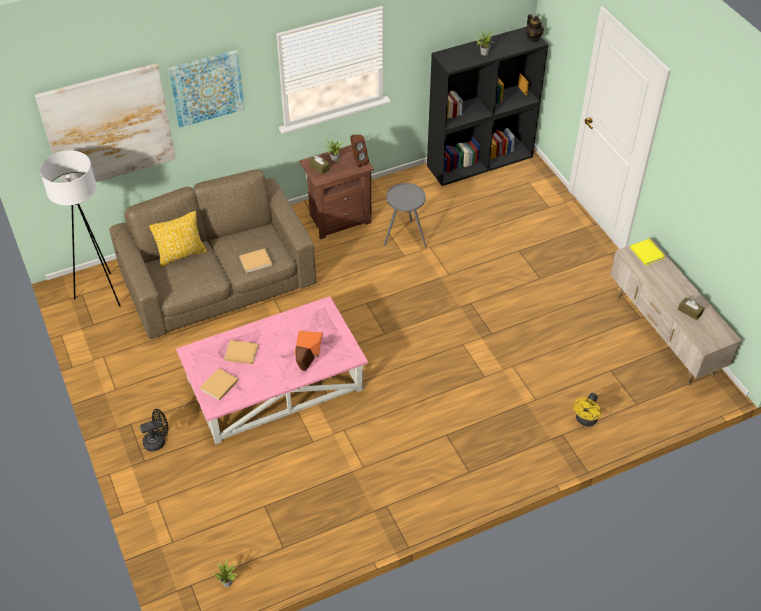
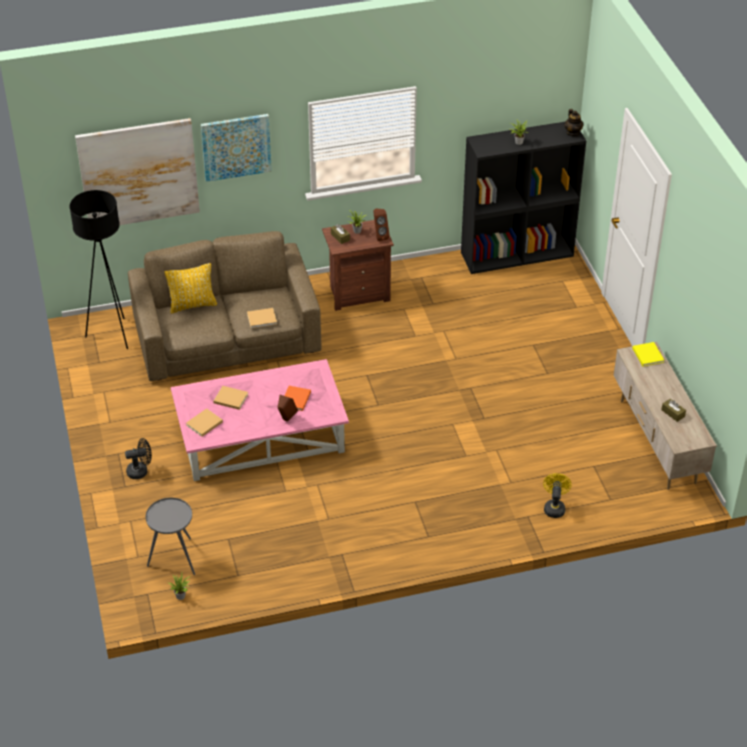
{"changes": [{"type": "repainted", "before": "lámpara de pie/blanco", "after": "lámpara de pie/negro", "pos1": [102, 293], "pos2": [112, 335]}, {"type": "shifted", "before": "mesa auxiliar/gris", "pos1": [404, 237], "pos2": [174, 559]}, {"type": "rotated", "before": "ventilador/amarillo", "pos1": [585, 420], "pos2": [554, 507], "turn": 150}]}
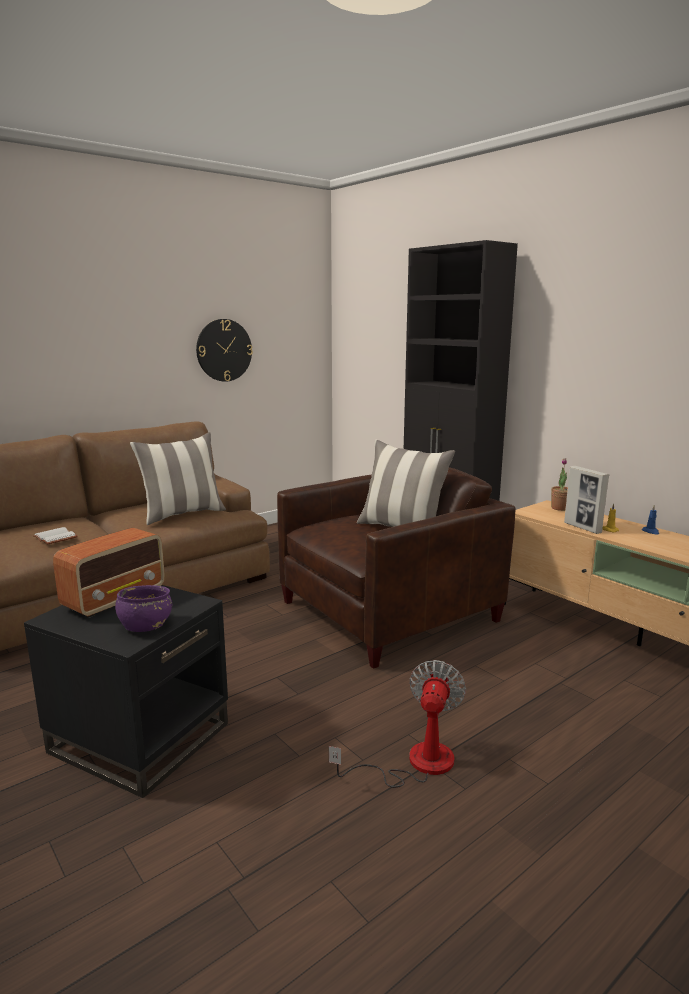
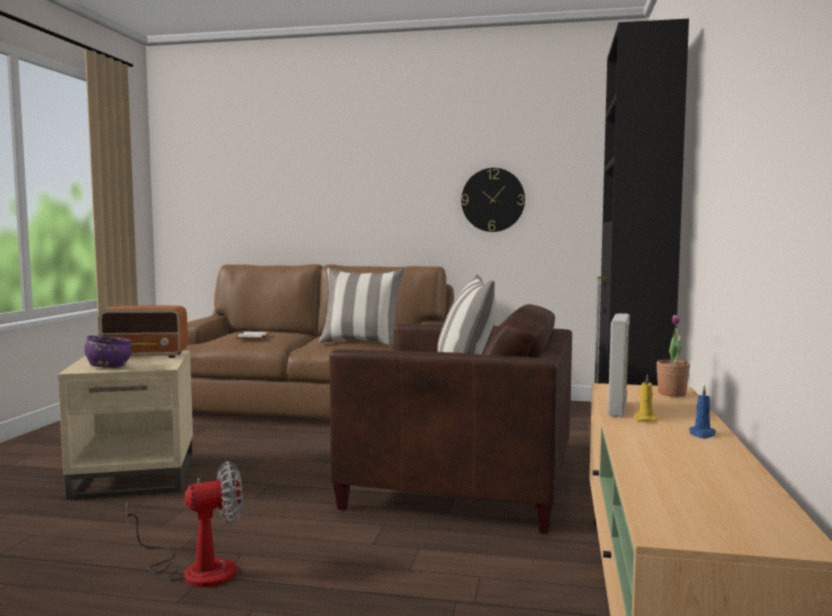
{"changes": [{"type": "repainted", "before": "mesa auxiliar/negro", "after": "mesa auxiliar/beis", "pos1": [141, 737], "pos2": [136, 476]}]}
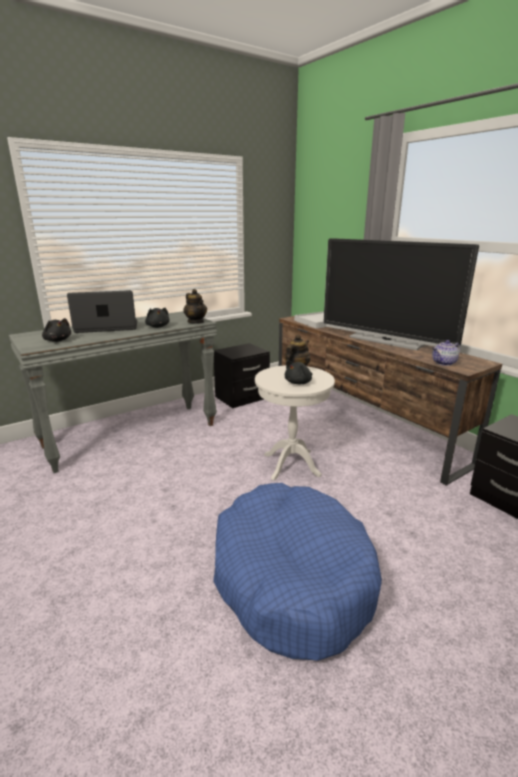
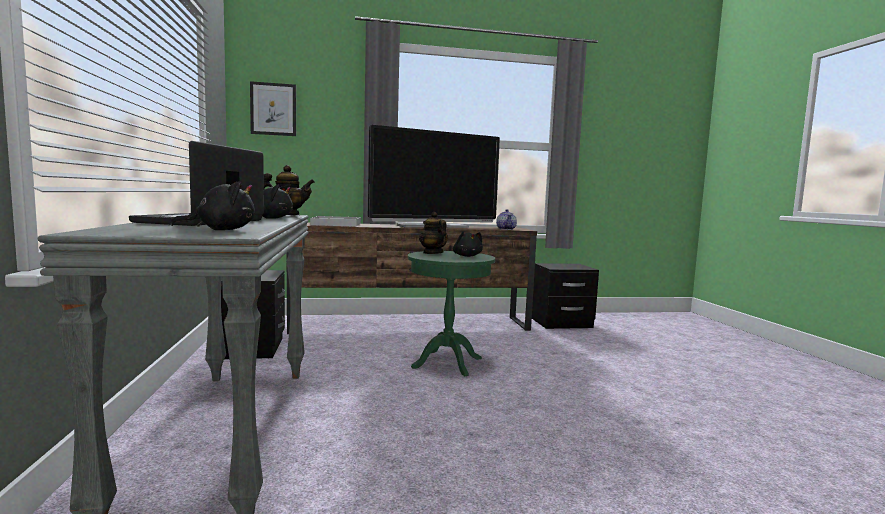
{"changes": [{"type": "gone", "before": "cama para perro/azul", "pos1": [291, 577]}, {"type": "repainted", "before": "mesa auxiliar/blanco", "after": "mesa auxiliar/verde", "pos1": [291, 465], "pos2": [447, 363]}, {"type": "new", "after": "cuadro", "pos2": [273, 109]}]}
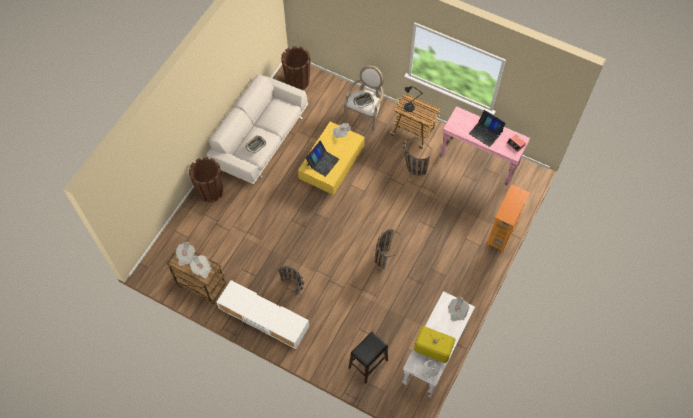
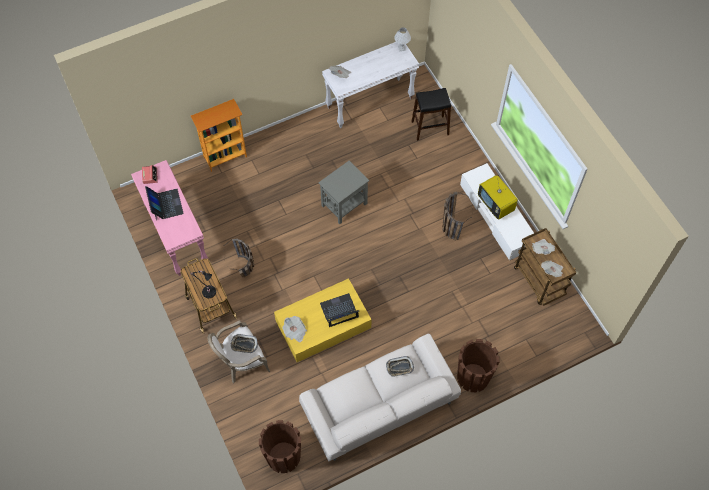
{"changes": [{"type": "swapped", "before": "cesta", "after": "mesa auxiliar/gris", "pos1": [384, 255], "pos2": [344, 204]}, {"type": "shifted", "before": "televisor", "pos1": [432, 349], "pos2": [496, 205]}]}
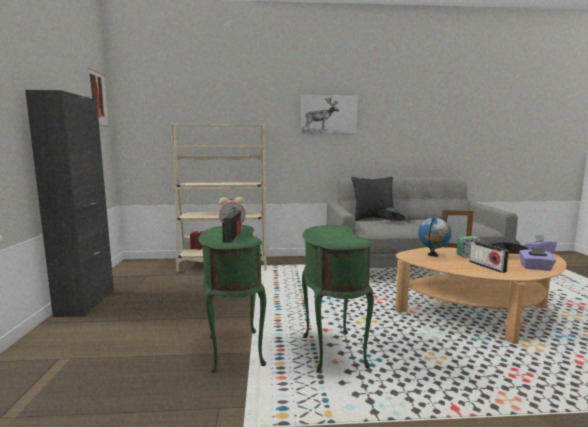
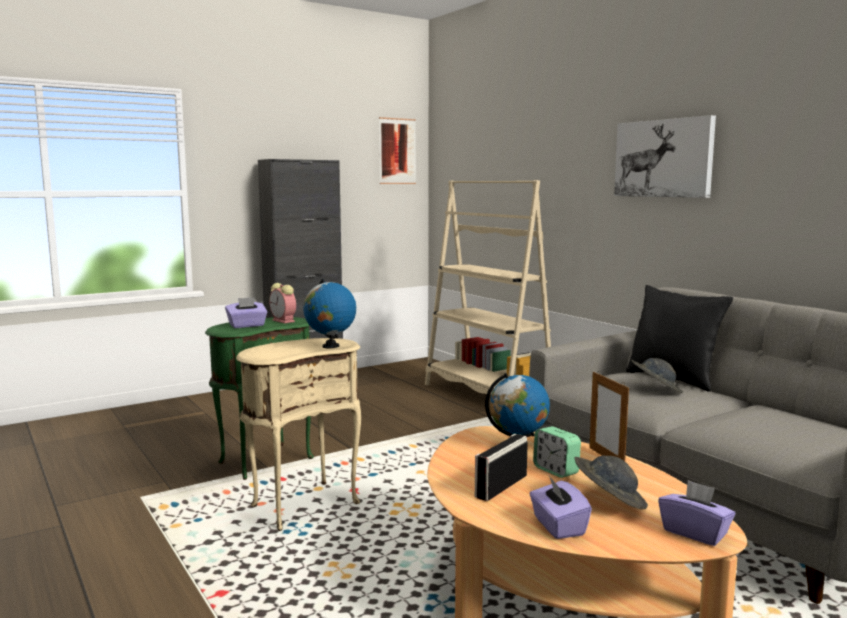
{"changes": [{"type": "swapped", "before": "radio", "after": "caja de pañuelos/morado", "pos1": [232, 236], "pos2": [247, 325]}, {"type": "repainted", "before": "mesa auxiliar/verde", "after": "mesa auxiliar/beis", "pos1": [331, 351], "pos2": [302, 504]}, {"type": "new", "after": "globo terráqueo", "pos2": [330, 346]}]}
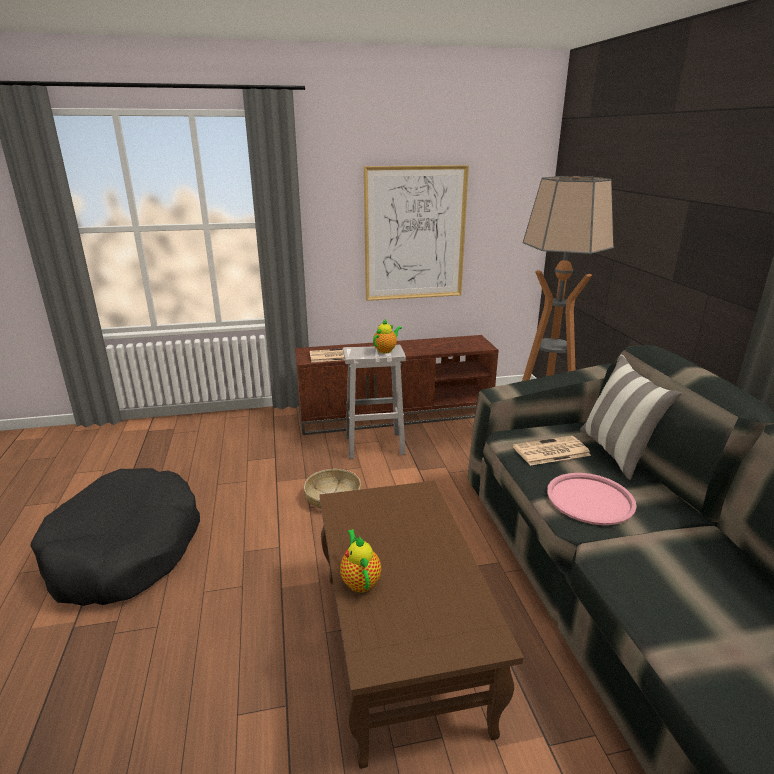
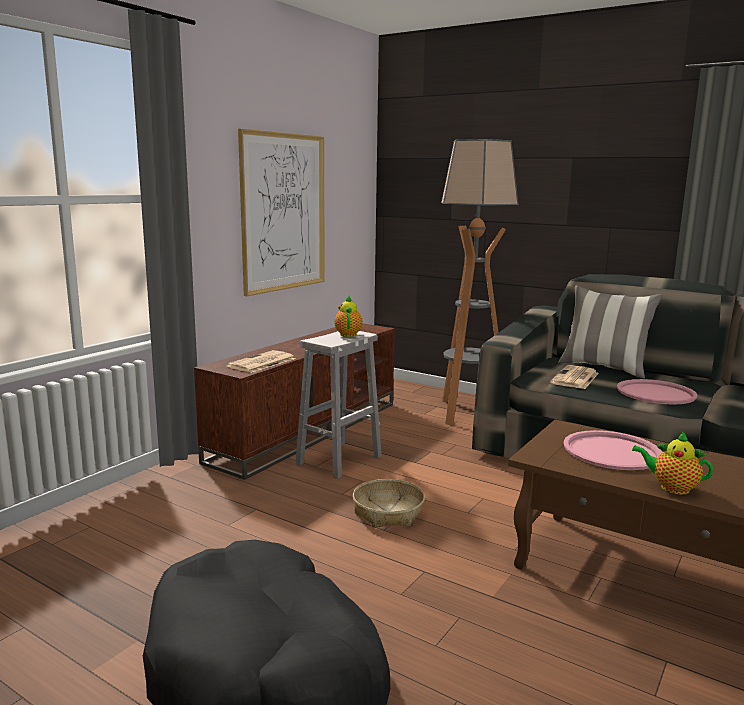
{"changes": [{"type": "new", "after": "bandeja/rosa", "pos2": [612, 451]}]}
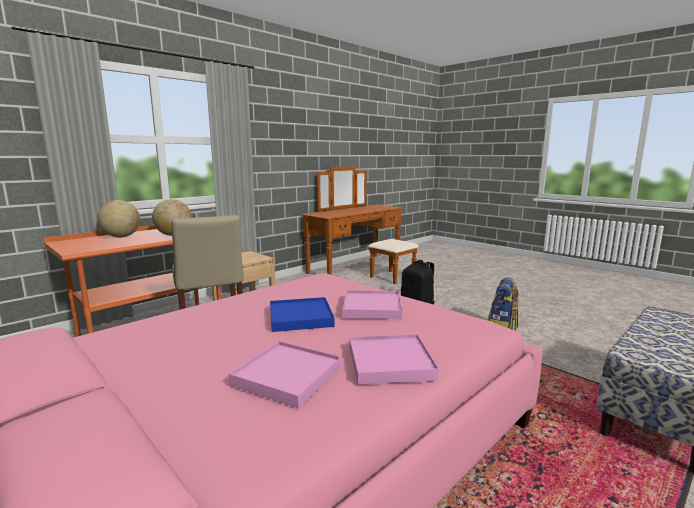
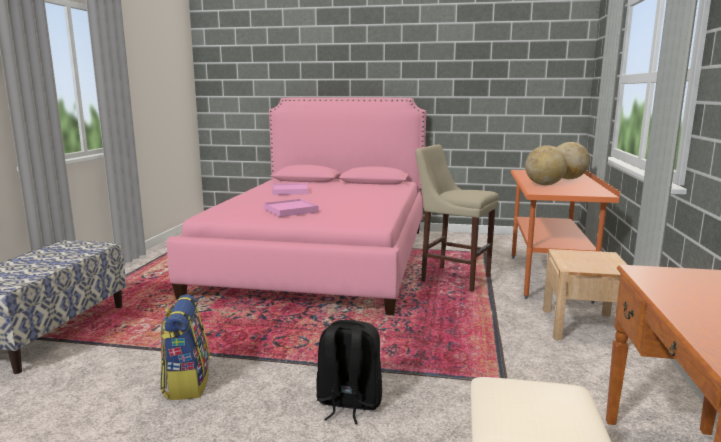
{"changes": [{"type": "gone", "before": "bandeja/azul", "pos1": [300, 317]}, {"type": "gone", "before": "bandeja/rosa", "pos1": [390, 362]}]}
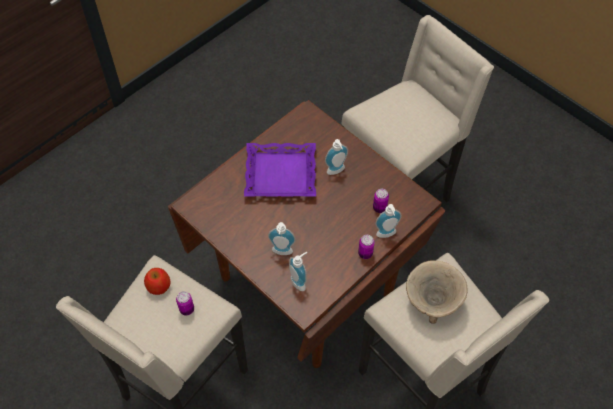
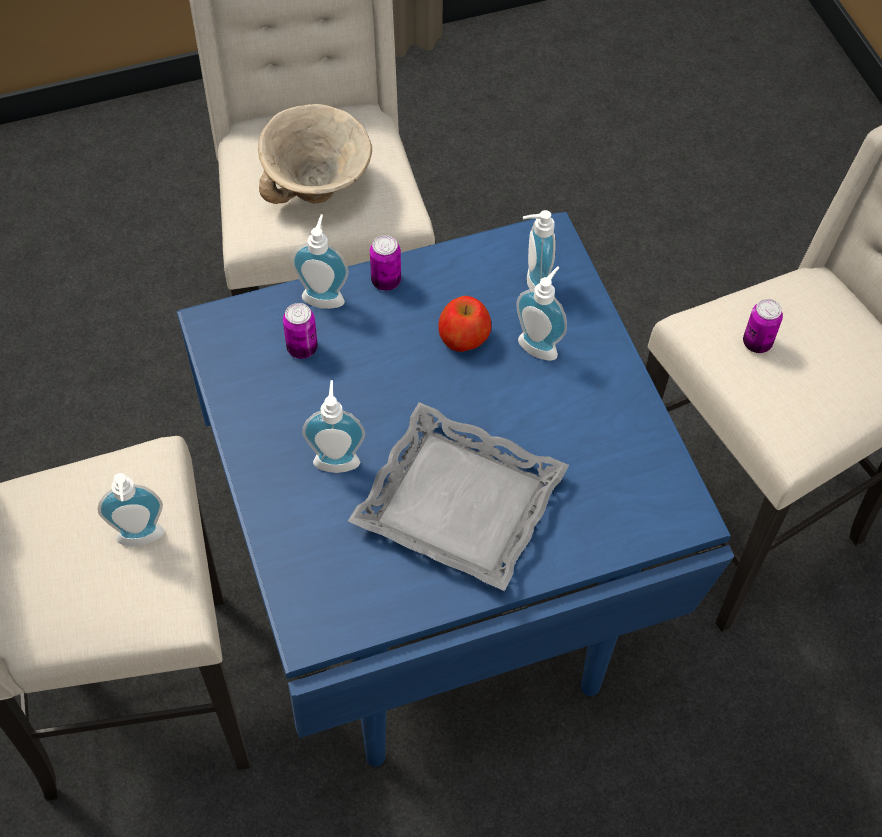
{"changes": [{"type": "shifted", "before": "manzana", "pos1": [158, 285], "pos2": [463, 337]}, {"type": "repainted", "before": "mesa de comedor/marrón", "after": "mesa de comedor/azul", "pos1": [307, 285], "pos2": [434, 596]}, {"type": "repainted", "before": "bandeja/morado", "after": "bandeja/gris", "pos1": [281, 173], "pos2": [458, 505]}, {"type": "new", "after": "dispensador de jabón", "pos2": [141, 540]}]}
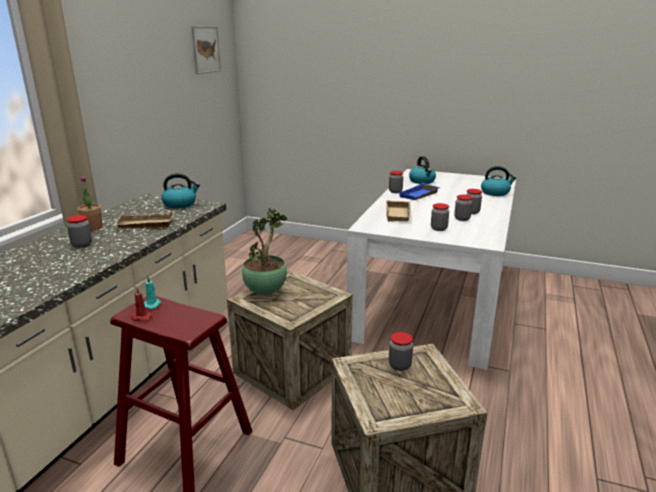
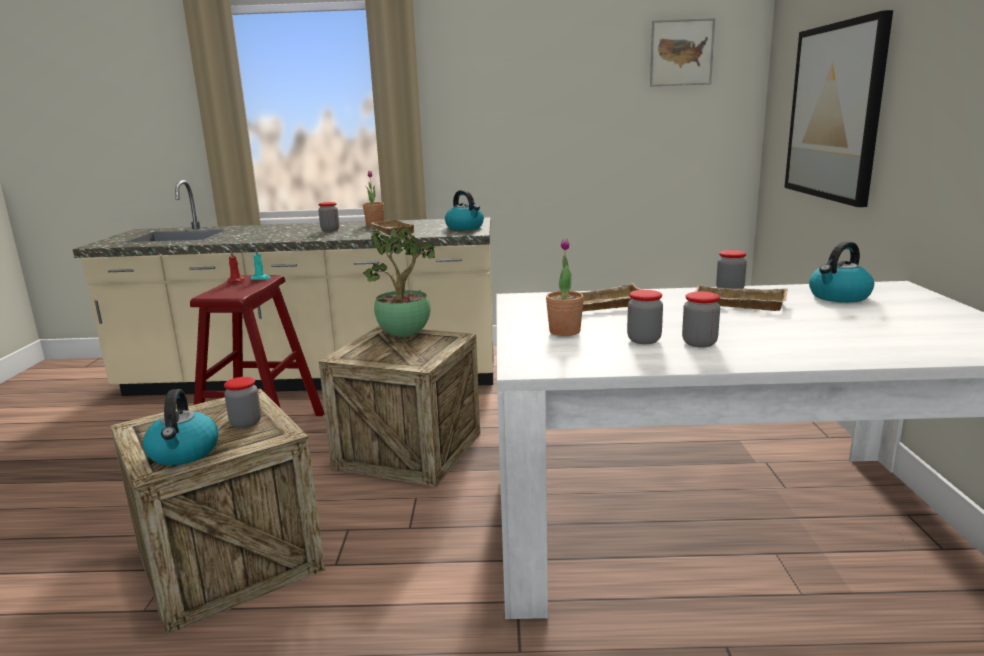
{"changes": [{"type": "repainted", "before": "bandeja/azul", "after": "bandeja/beis", "pos1": [419, 195], "pos2": [737, 304]}, {"type": "swapped", "before": "tarro", "after": "planta en maceta", "pos1": [438, 228], "pos2": [564, 331]}, {"type": "shifted", "before": "hervidor", "pos1": [495, 193], "pos2": [184, 453]}, {"type": "new", "after": "cuadro", "pos2": [835, 112]}]}
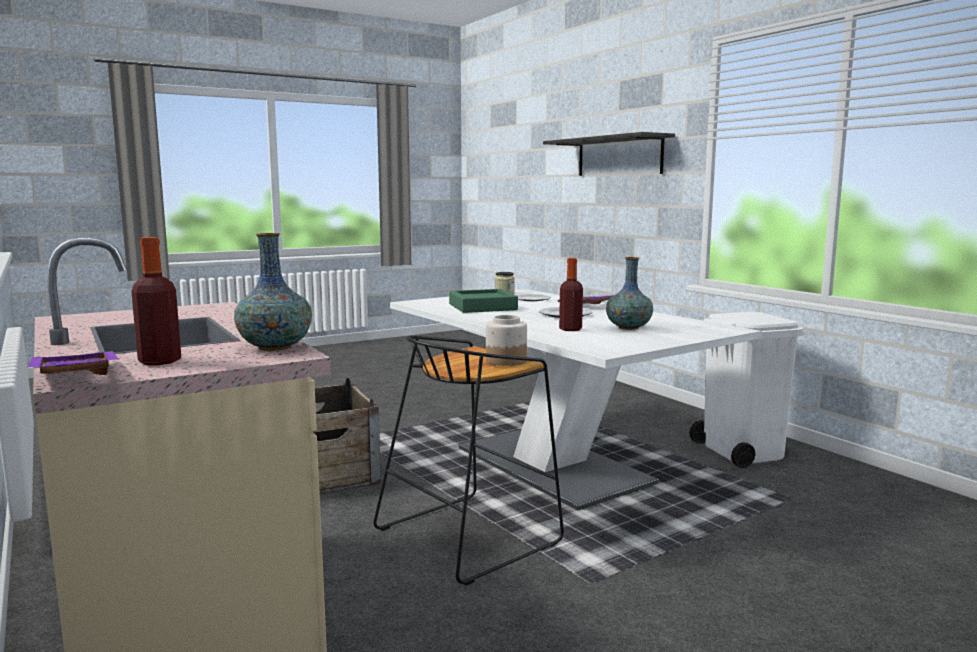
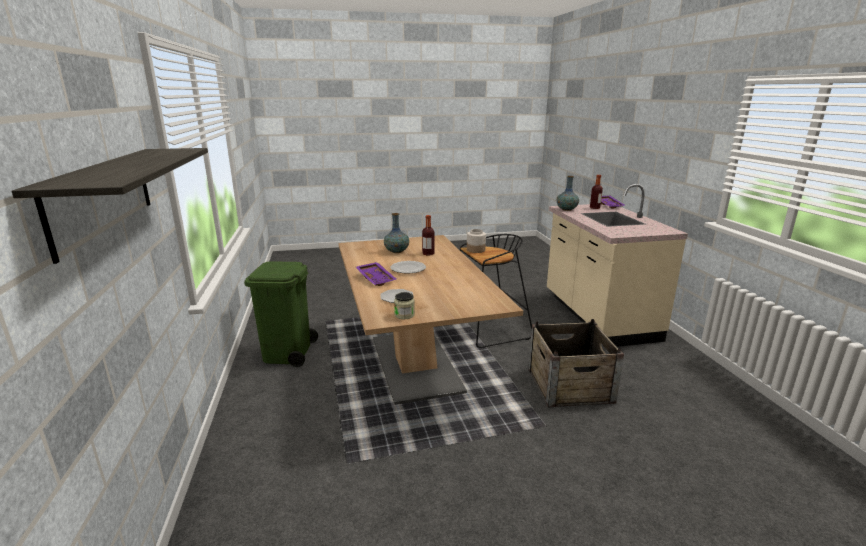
{"changes": [{"type": "repainted", "before": "mesa de comedor/blanco", "after": "mesa de comedor/marrón", "pos1": [552, 465], "pos2": [415, 364]}, {"type": "gone", "before": "bandeja/verde", "pos1": [482, 307]}, {"type": "repainted", "before": "papelera/blanco", "after": "papelera/verde", "pos1": [741, 451], "pos2": [287, 353]}]}
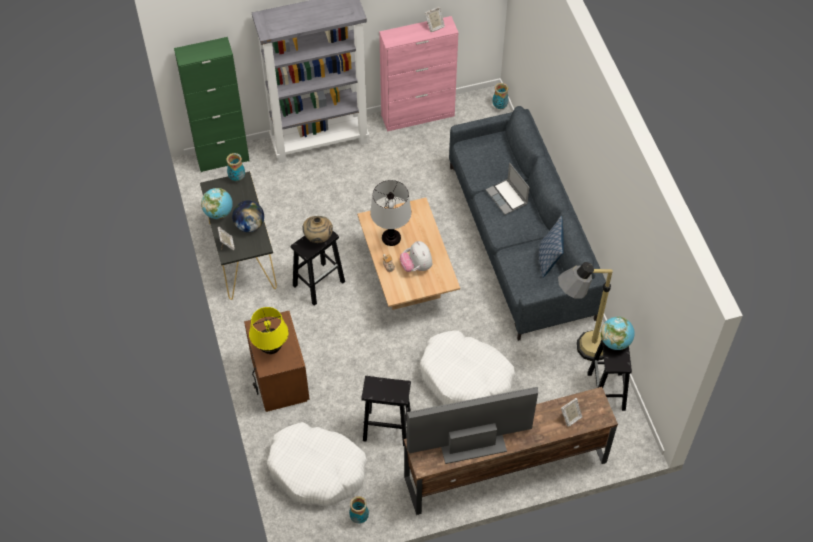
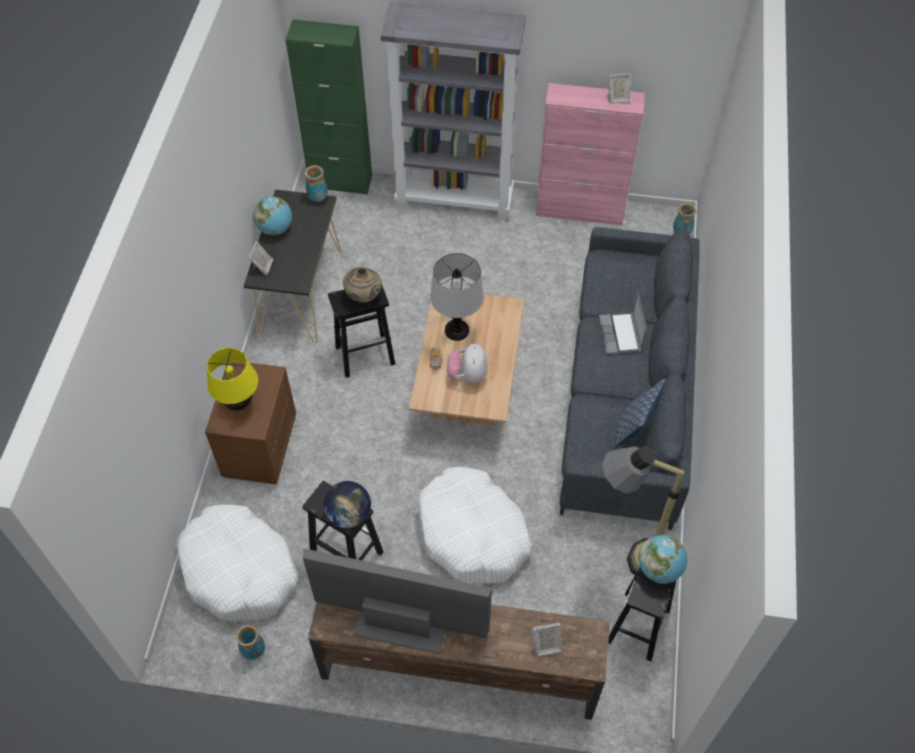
{"changes": [{"type": "shifted", "before": "globo terráqueo", "pos1": [249, 225], "pos2": [349, 514]}]}
